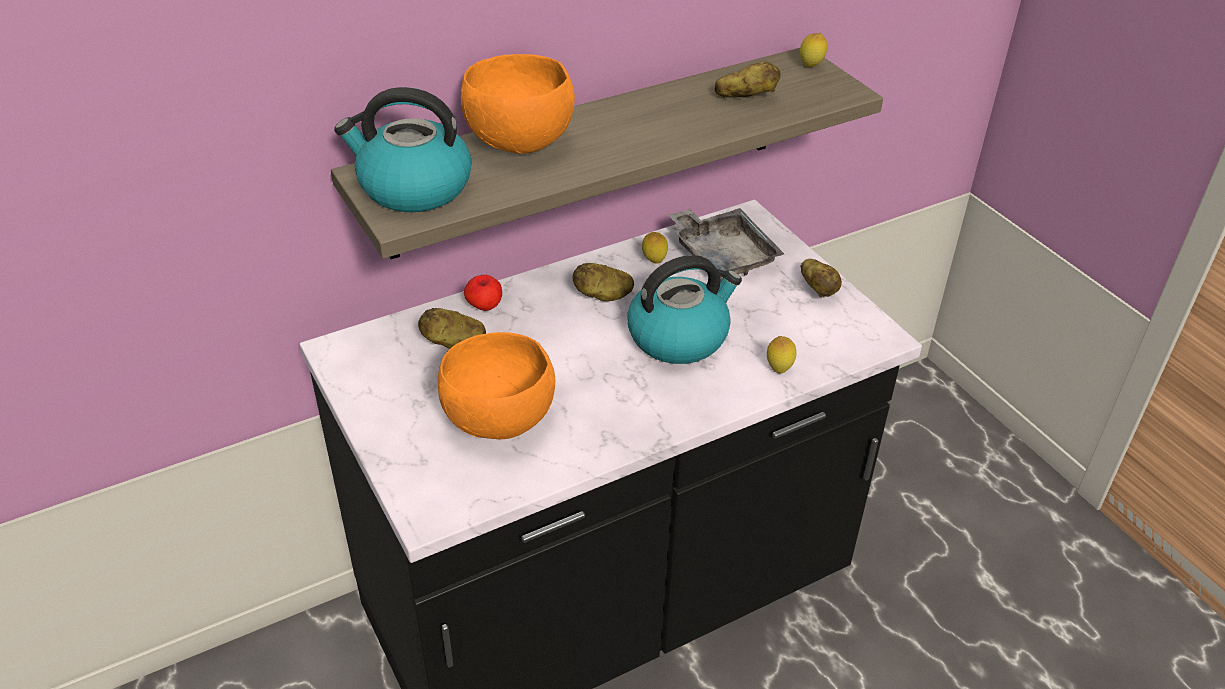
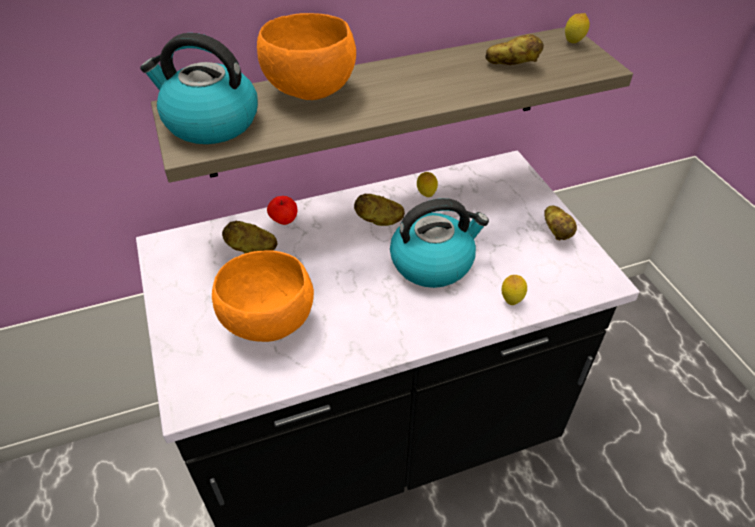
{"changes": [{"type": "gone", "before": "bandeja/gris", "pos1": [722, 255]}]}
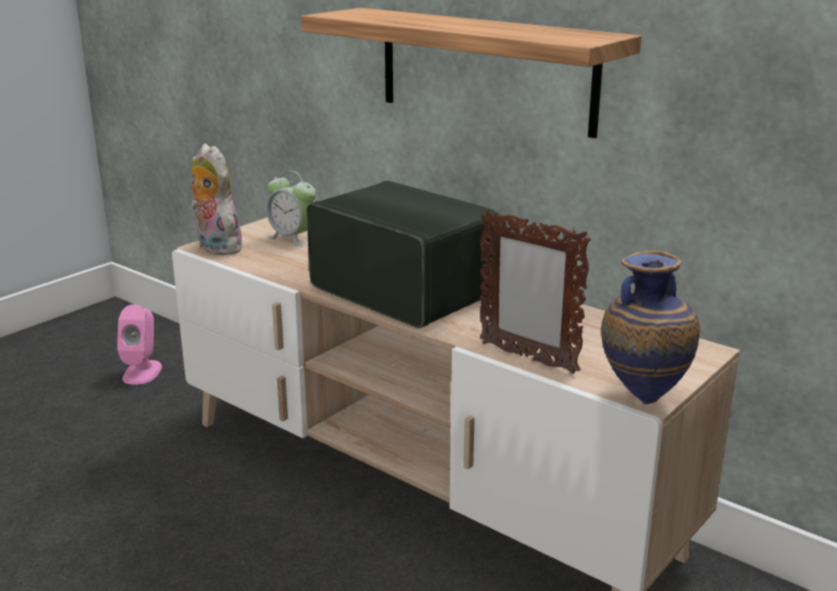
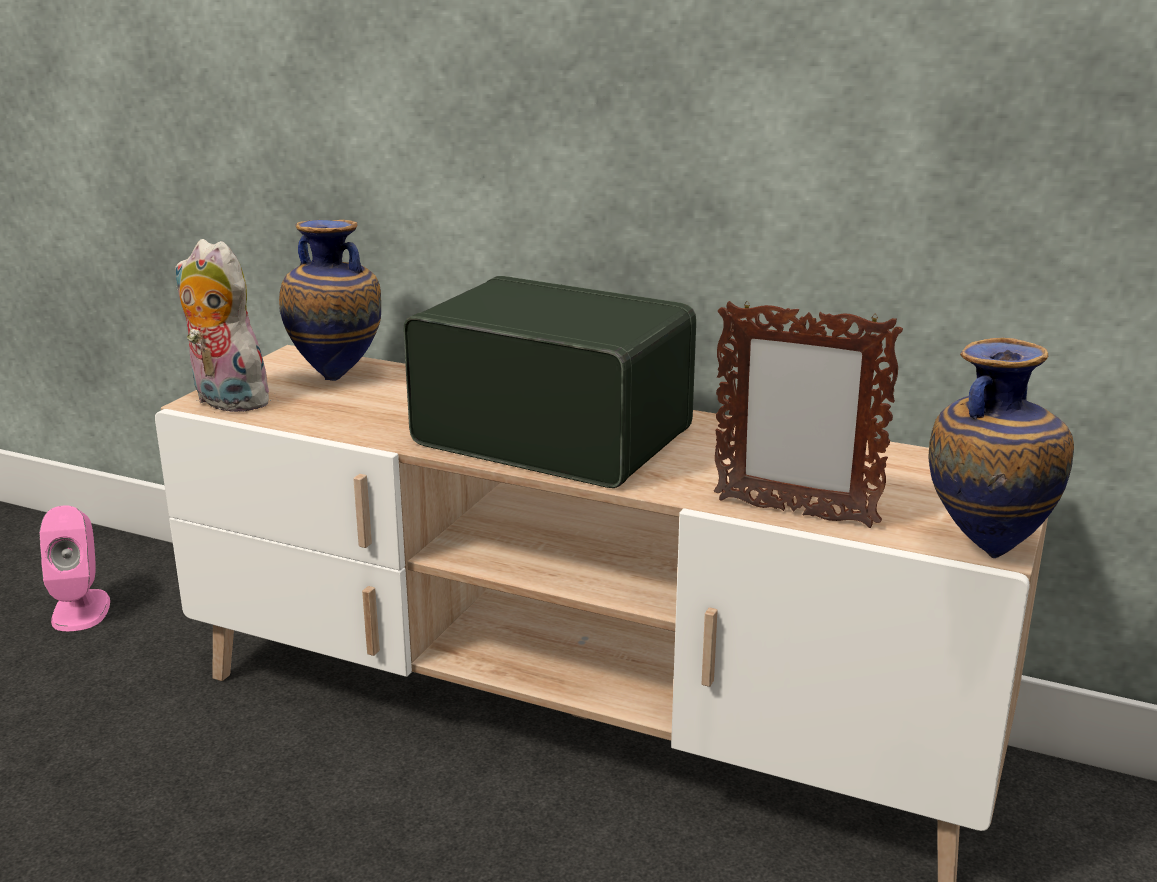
{"changes": [{"type": "swapped", "before": "despertador", "after": "florero", "pos1": [293, 238], "pos2": [338, 376]}, {"type": "gone", "before": "estante", "pos1": [485, 70]}]}
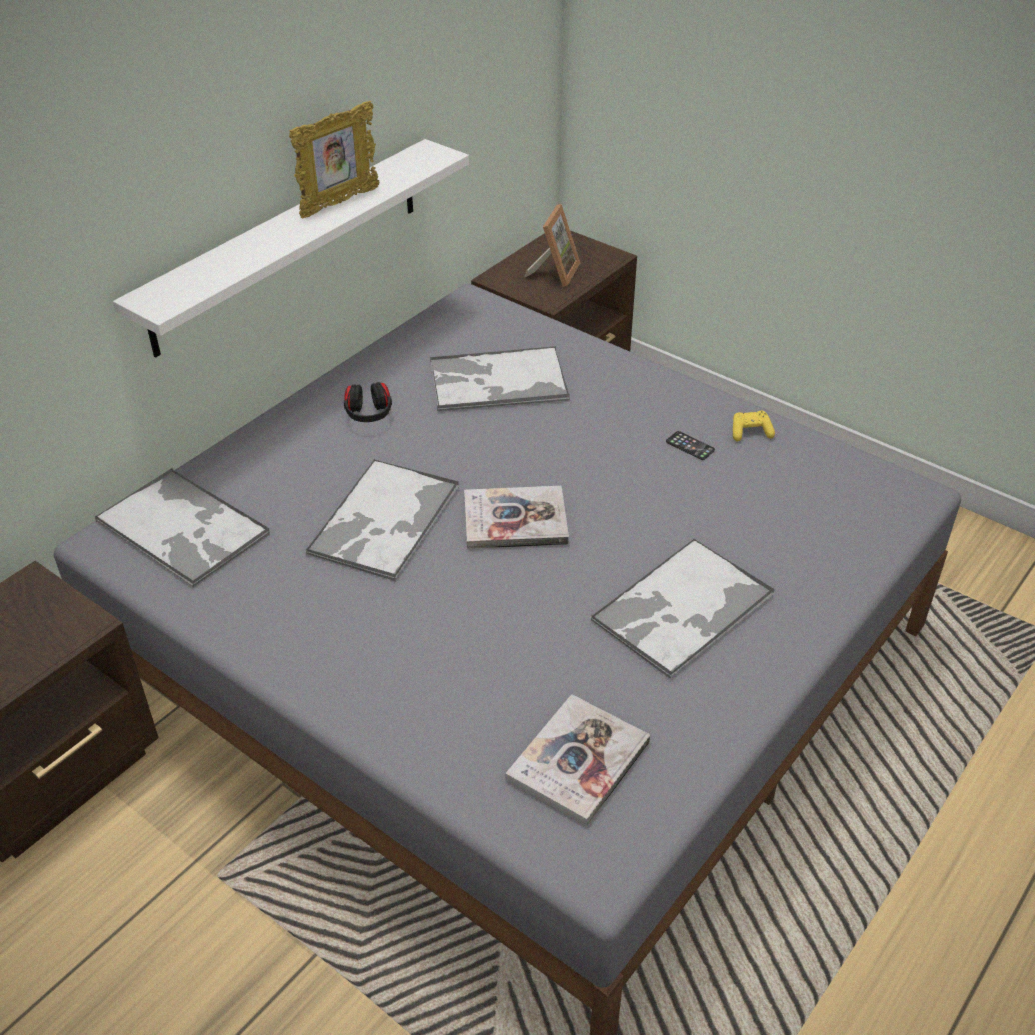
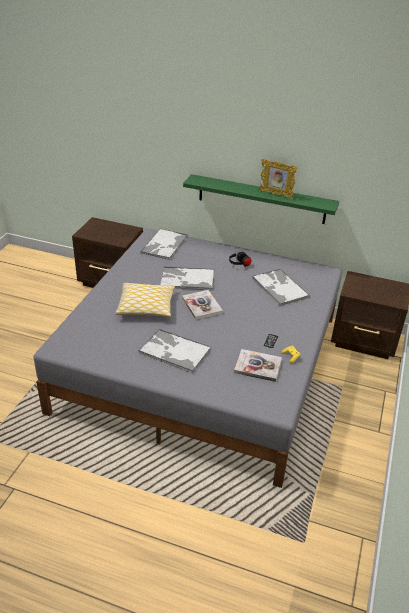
{"changes": [{"type": "repainted", "before": "estante/blanco", "after": "estante/verde", "pos1": [289, 245], "pos2": [261, 199]}, {"type": "shifted", "before": "libro", "pos1": [578, 761], "pos2": [258, 366]}, {"type": "gone", "before": "portarretratos", "pos1": [555, 272]}, {"type": "new", "after": "cojín", "pos2": [146, 306]}]}
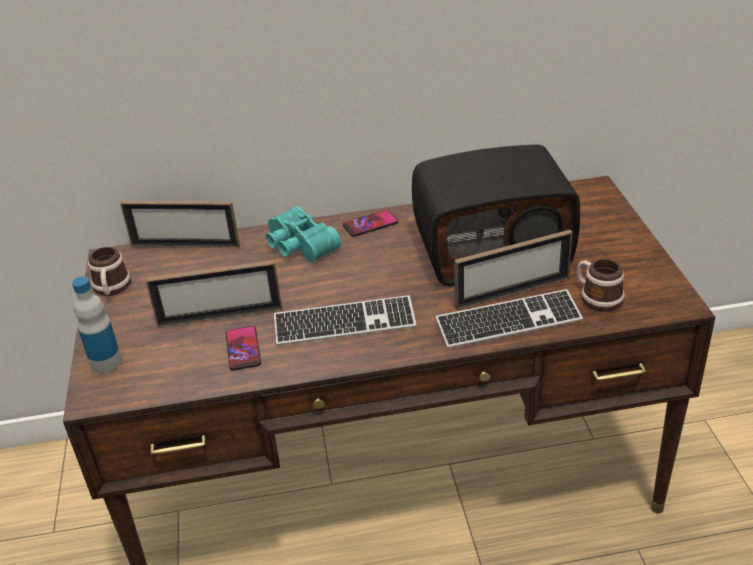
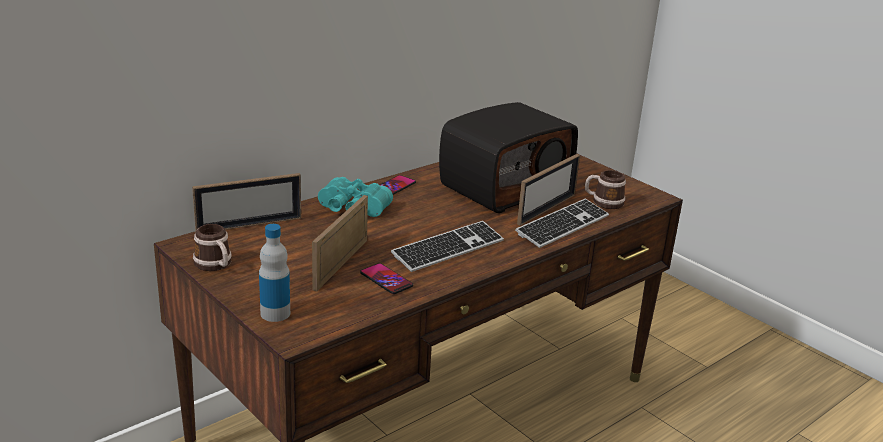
{"changes": [{"type": "rotated", "before": "portarretratos", "pos1": [220, 317], "pos2": [341, 264], "turn": 150}]}
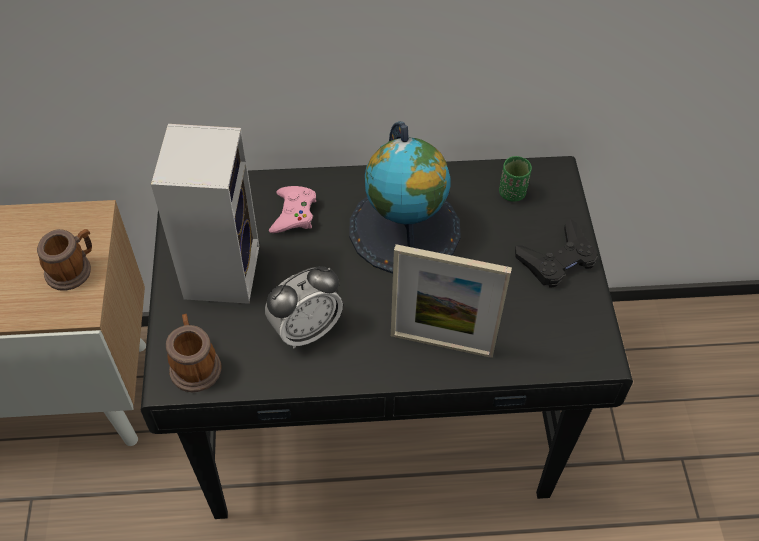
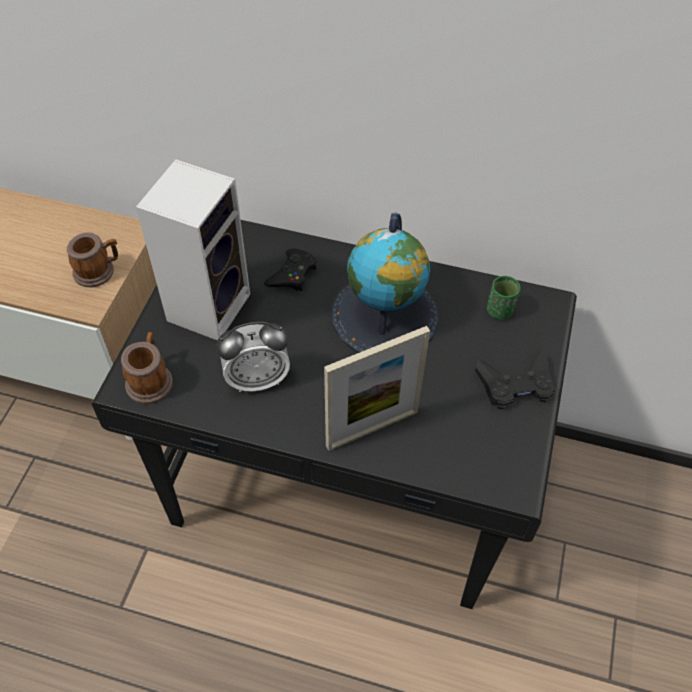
{"changes": [{"type": "repainted", "before": "mando de consola/rosa", "after": "mando de consola/negro", "pos1": [293, 214], "pos2": [292, 274]}, {"type": "rotated", "before": "portarretratos", "pos1": [441, 344], "pos2": [372, 429], "turn": -60}]}
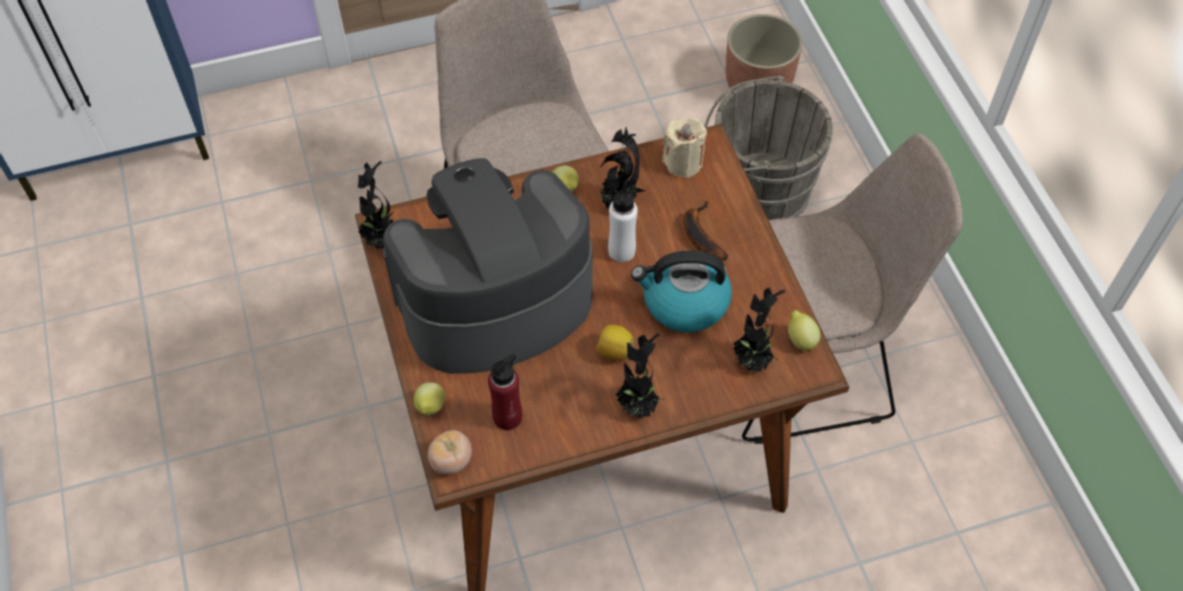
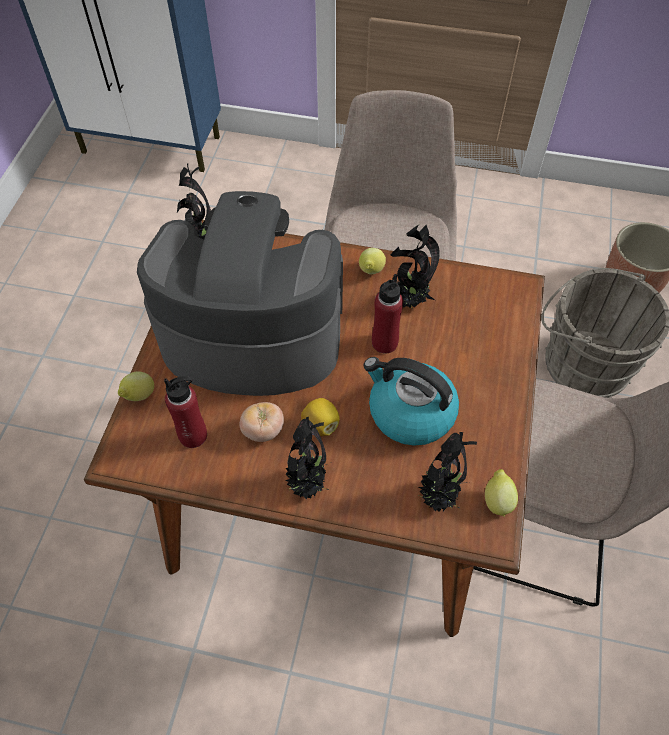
{"changes": [{"type": "shifted", "before": "tomate", "pos1": [451, 461], "pos2": [263, 430]}, {"type": "repainted", "before": "botella/blanco", "after": "botella/rojo", "pos1": [621, 251], "pos2": [384, 342]}, {"type": "gone", "before": "vela/beis", "pos1": [683, 162]}, {"type": "gone", "before": "plátano", "pos1": [699, 235]}]}
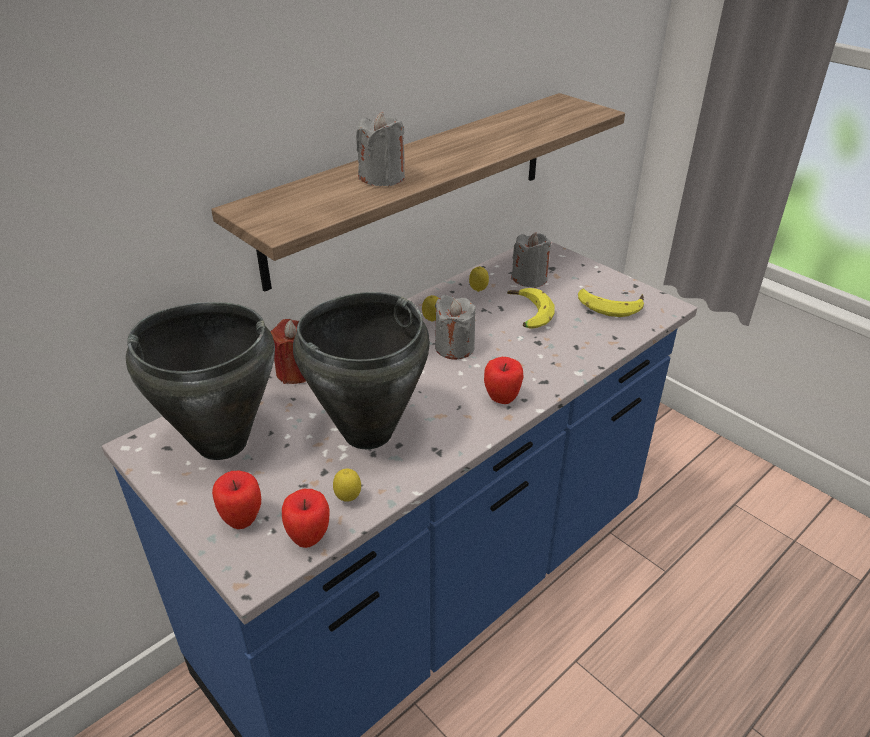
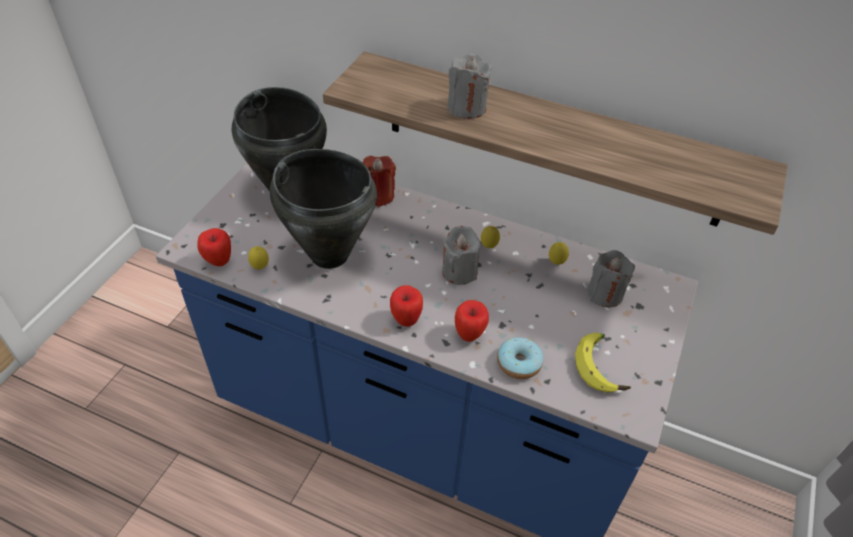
{"changes": [{"type": "shifted", "before": "manzana", "pos1": [242, 520], "pos2": [469, 335]}, {"type": "gone", "before": "plátano", "pos1": [526, 314]}, {"type": "new", "after": "rosquilla", "pos2": [519, 363]}]}
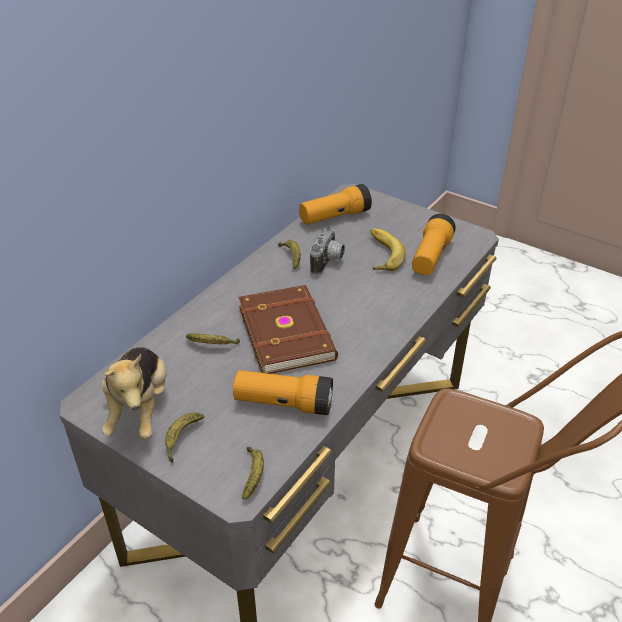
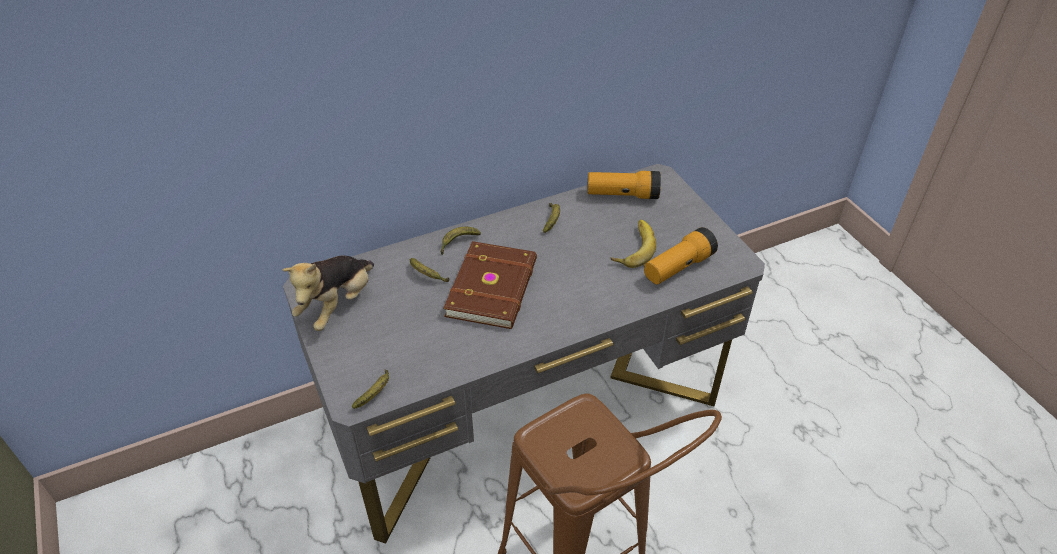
{"changes": [{"type": "shifted", "before": "plátano", "pos1": [182, 439], "pos2": [458, 242]}, {"type": "gone", "before": "linterna", "pos1": [284, 403]}, {"type": "gone", "before": "cámara", "pos1": [328, 262]}]}
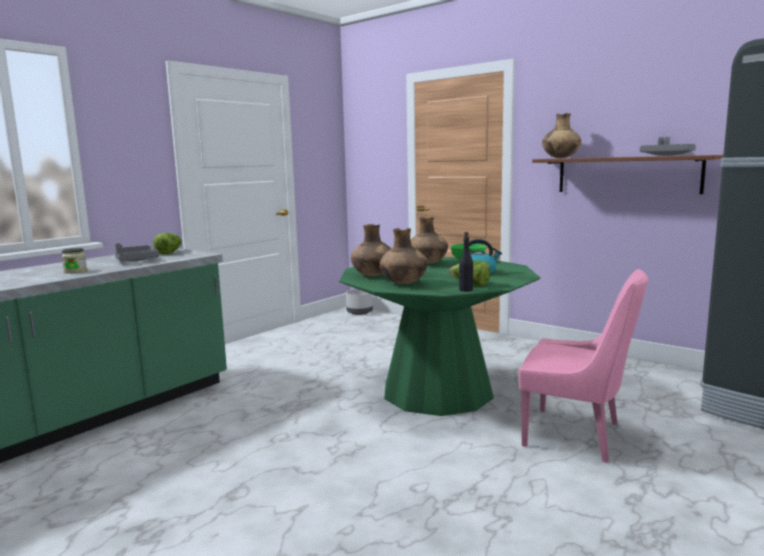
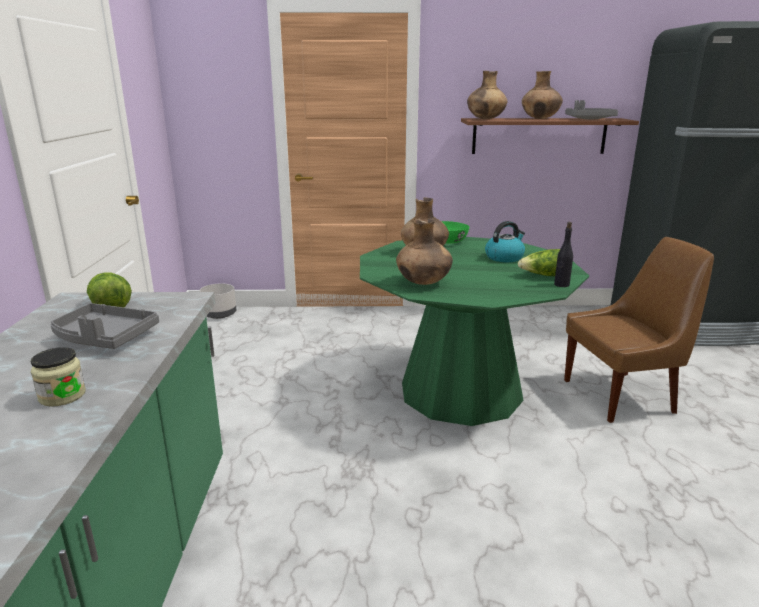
{"changes": [{"type": "shifted", "before": "florero/marrón", "pos1": [404, 283], "pos2": [540, 118]}, {"type": "repainted", "before": "silla/rosa", "after": "silla/marrón", "pos1": [576, 435], "pos2": [622, 396]}]}
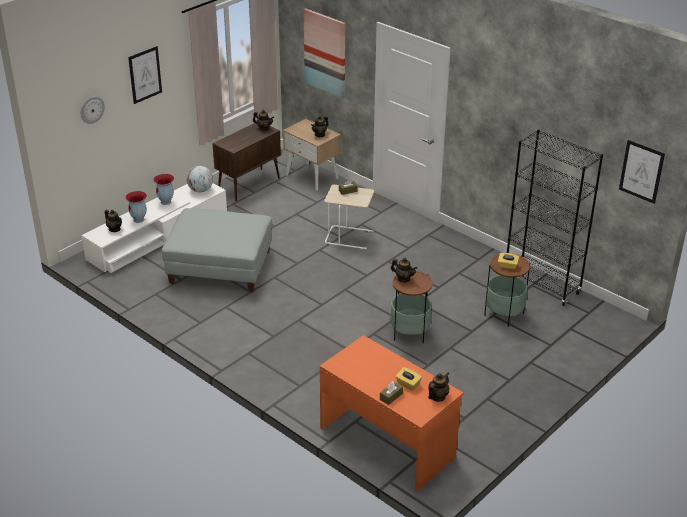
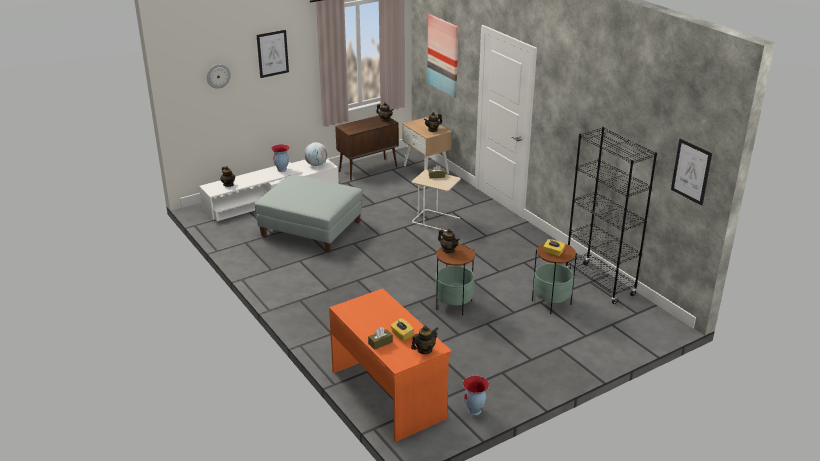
{"changes": [{"type": "shifted", "before": "florero", "pos1": [139, 220], "pos2": [474, 411]}]}
